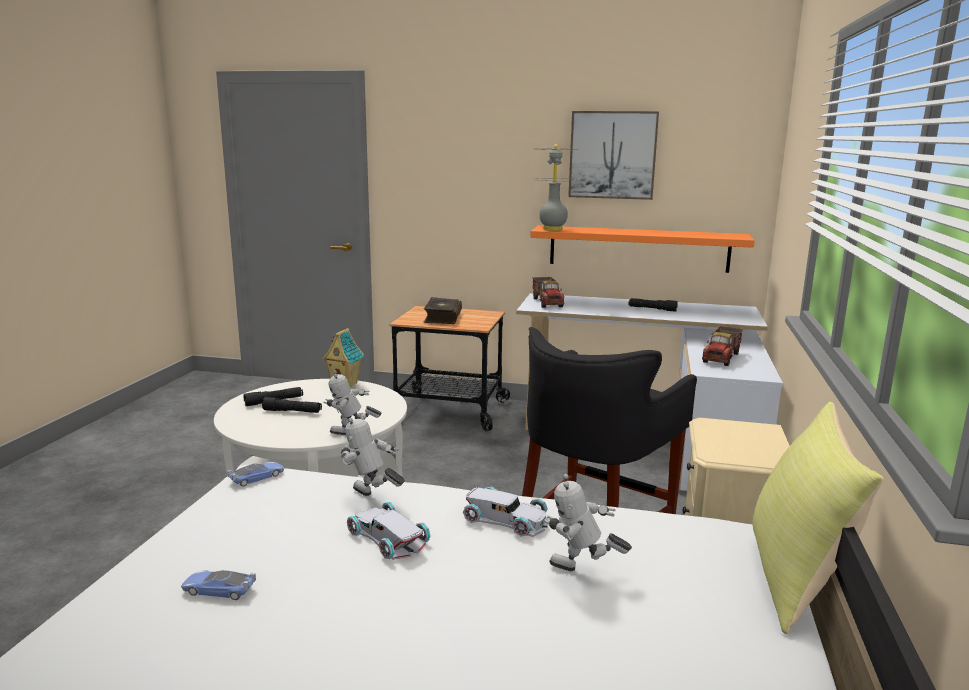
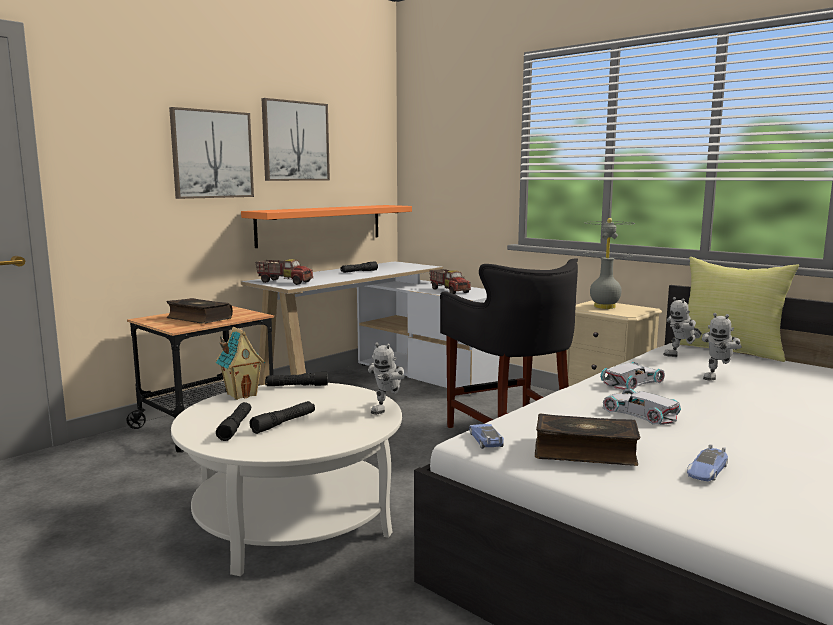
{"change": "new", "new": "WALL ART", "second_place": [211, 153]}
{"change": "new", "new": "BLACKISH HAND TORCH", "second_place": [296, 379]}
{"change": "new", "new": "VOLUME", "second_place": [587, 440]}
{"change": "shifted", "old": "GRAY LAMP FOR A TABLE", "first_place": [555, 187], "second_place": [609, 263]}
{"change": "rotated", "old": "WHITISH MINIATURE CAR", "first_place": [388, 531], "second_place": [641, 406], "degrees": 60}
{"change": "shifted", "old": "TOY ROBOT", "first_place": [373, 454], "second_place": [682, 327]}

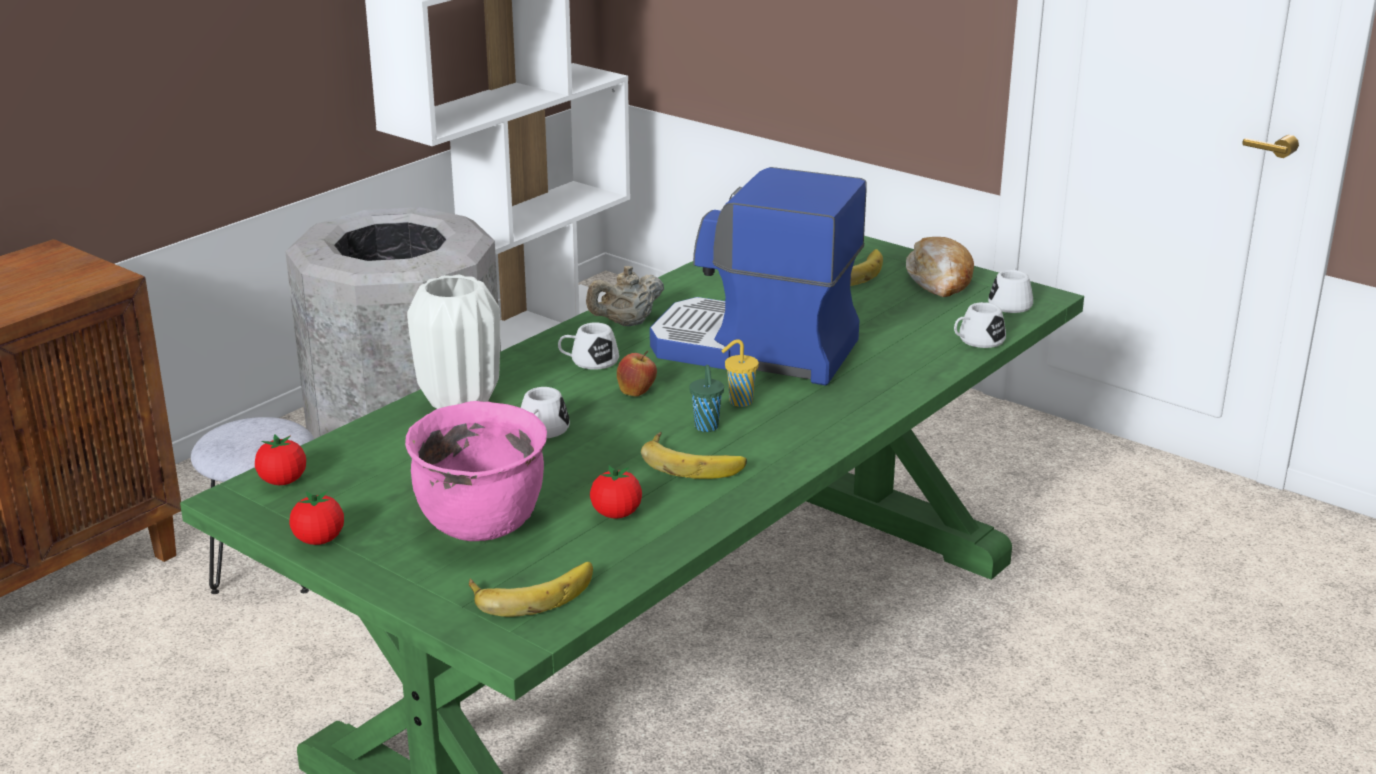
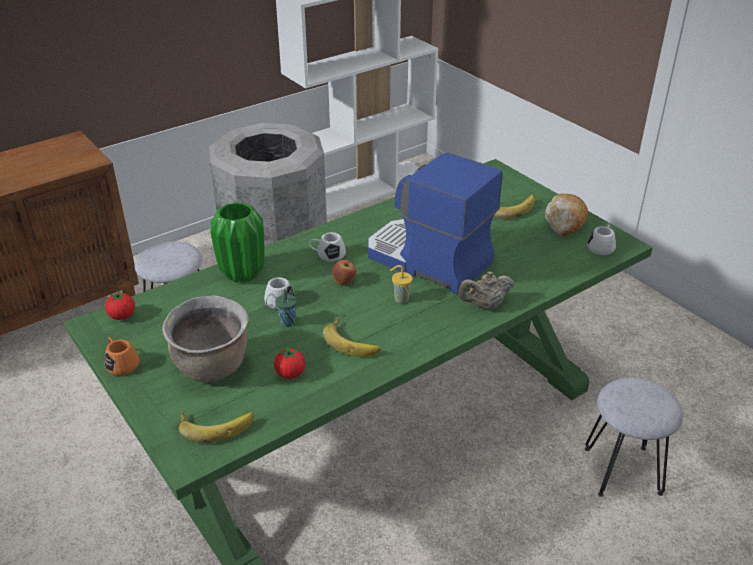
{"change": "swapped", "old": "WHOLE TOMATO", "new": "ORANGE MUG", "first_place": [316, 518], "second_place": [122, 356]}
{"change": "repainted", "old": "PINK-COLOURED COOKING POT", "new": "BROWNISH COOKING POT", "first_place": [476, 471], "second_place": [205, 338]}
{"change": "repainted", "old": "WHITISH DECORATIVE VASE", "new": "GREEN-COLOURED DECORATIVE VASE", "first_place": [453, 342], "second_place": [237, 242]}
{"change": "shifted", "old": "GREEN-COLOURED SMALL CUP", "first_place": [706, 398], "second_place": [286, 308]}
{"change": "shifted", "old": "BEIGE TEA POT", "first_place": [625, 296], "second_place": [486, 290]}
{"change": "new", "new": "GRAY SITTING STOOL", "second_place": [634, 437]}
{"change": "gone", "old": "WHITISH MUG", "first_place": [980, 325]}

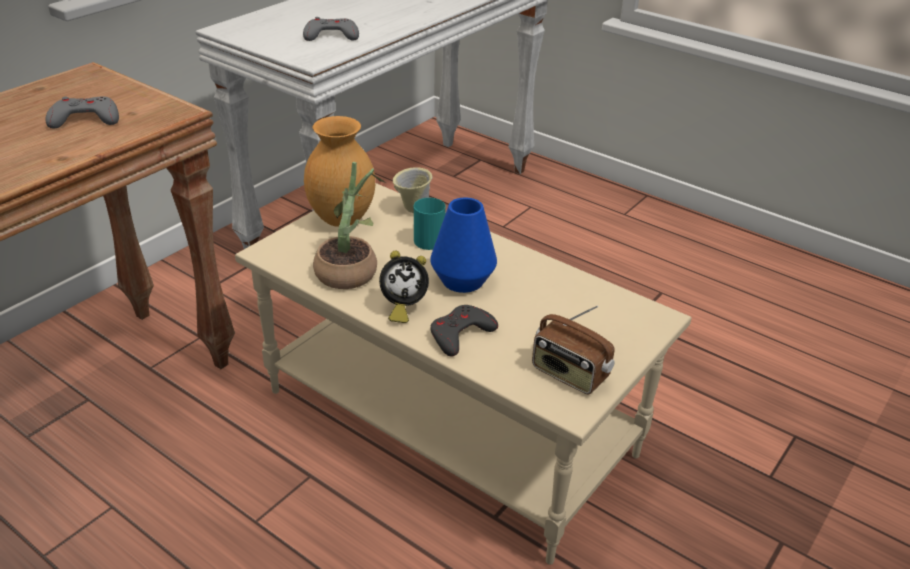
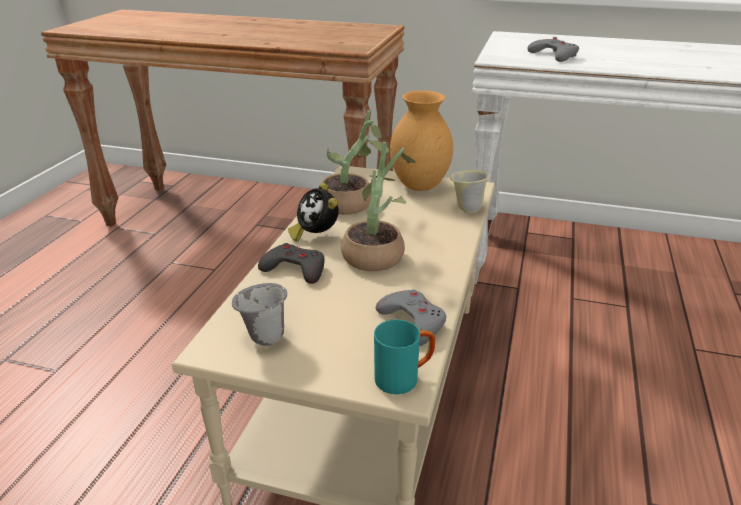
{"change": "swapped", "old": "RADIO SET", "new": "GRAY MUG", "first_place": [573, 349], "second_place": [259, 314]}
{"change": "swapped", "old": "BLUE-COLOURED DECORATIVE VASE", "new": "HOUSEPLANT", "first_place": [463, 245], "second_place": [378, 206]}
{"change": "shifted", "old": "BLUE-GREEN MUG", "first_place": [430, 224], "second_place": [404, 356]}
{"change": "shifted", "old": "GRAY GAME CONTROLLER", "first_place": [82, 112], "second_place": [411, 318]}

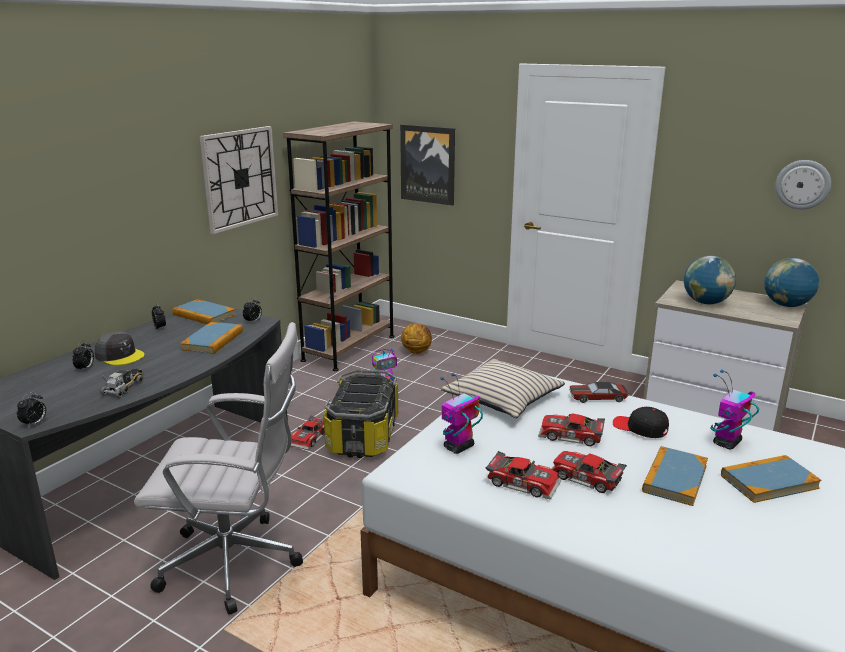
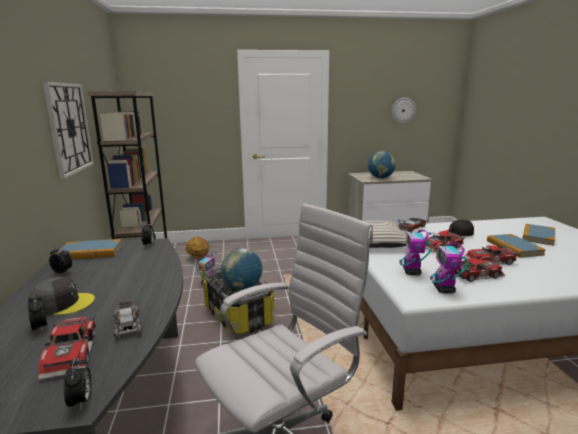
{"change": "shifted", "old": "MINIATURE CAR", "first_place": [308, 432], "second_place": [67, 347]}
{"change": "shifted", "old": "WORLD GLOBE", "first_place": [791, 282], "second_place": [241, 268]}
{"change": "shifted", "old": "TOY ROBOT", "first_place": [735, 409], "second_place": [449, 263]}
{"change": "gone", "old": "VOLUME", "first_place": [211, 338]}
{"change": "gone", "old": "WALL ART", "first_place": [427, 165]}

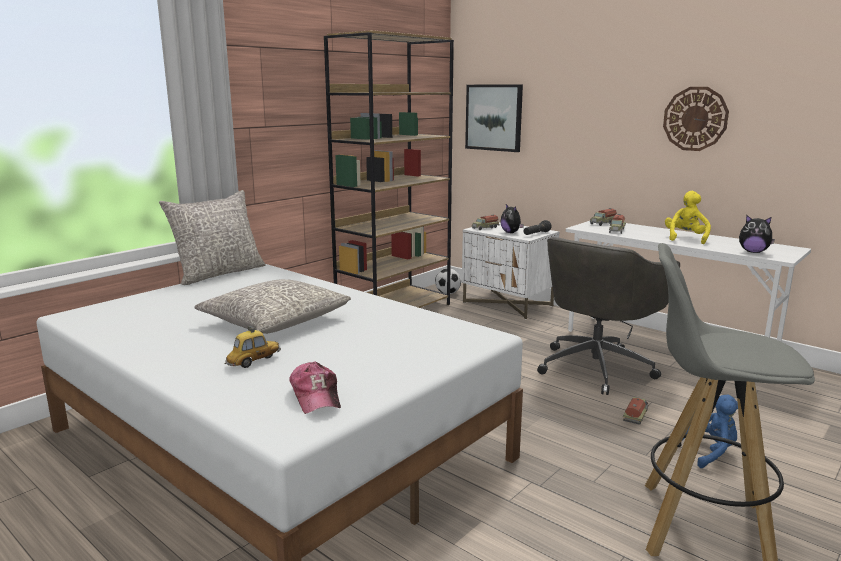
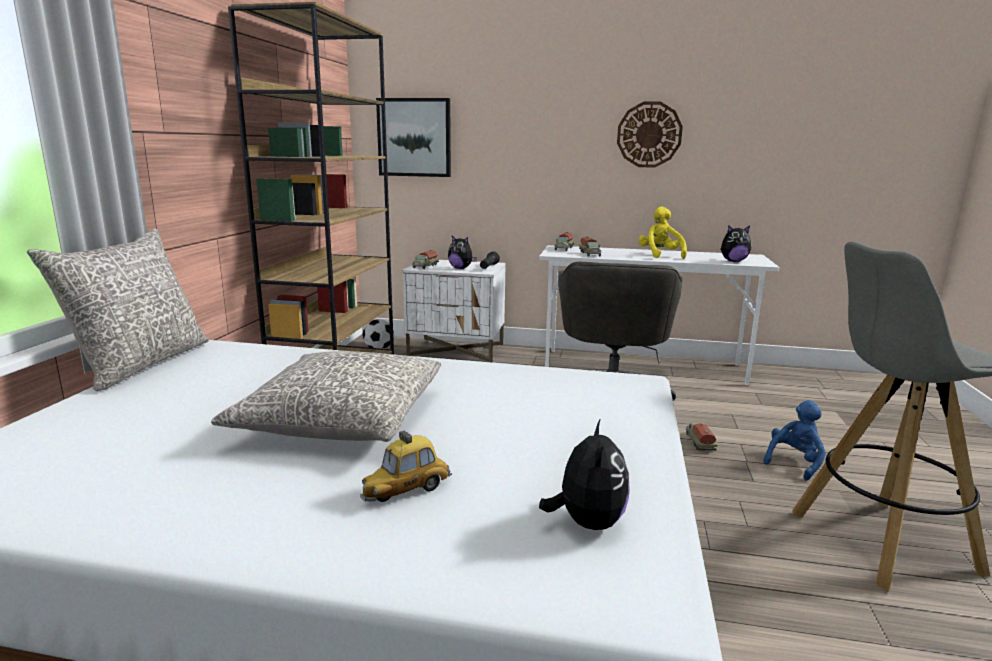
{"change": "rotated", "old": "MINIATURE CAR", "first_place": [252, 347], "second_place": [406, 466], "degrees": -150}
{"change": "swapped", "old": "PEAKED CAP", "new": "SOFT TOY", "first_place": [315, 387], "second_place": [584, 474]}

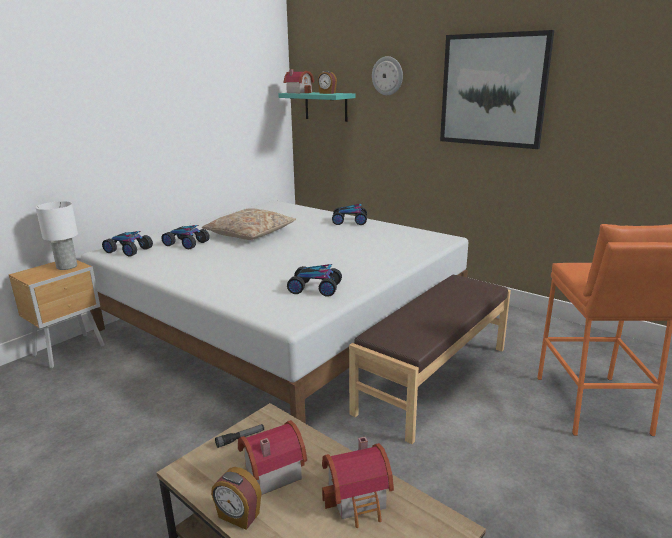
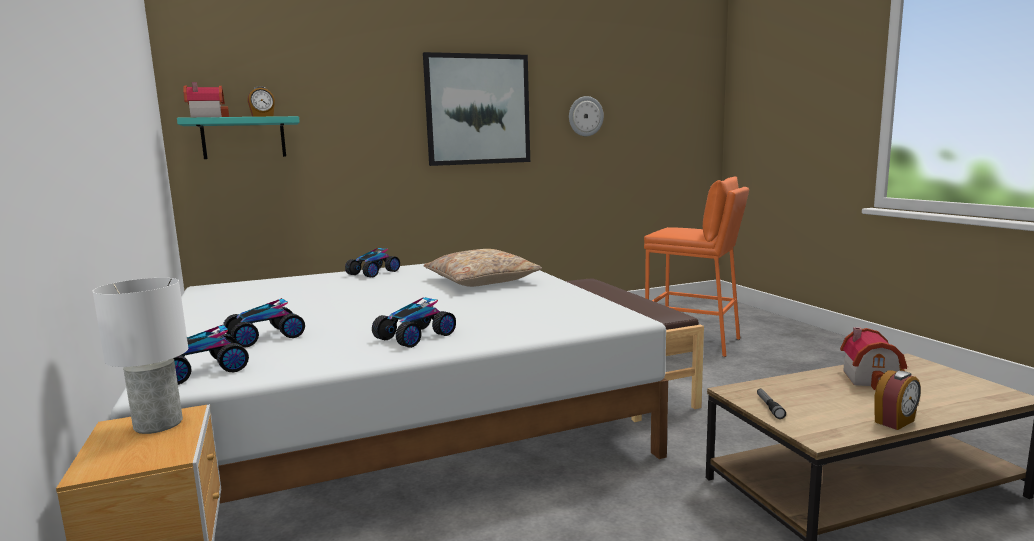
{"change": "shifted", "old": "MINIATURE CAR", "first_place": [314, 280], "second_place": [414, 322]}
{"change": "shifted", "old": "BEIGE PILLOW", "first_place": [249, 224], "second_place": [483, 268]}
{"change": "shifted", "old": "CLOCK ON THE WALL", "first_place": [387, 75], "second_place": [586, 116]}
{"change": "gone", "old": "MINIATURE HOUSE", "first_place": [272, 457]}

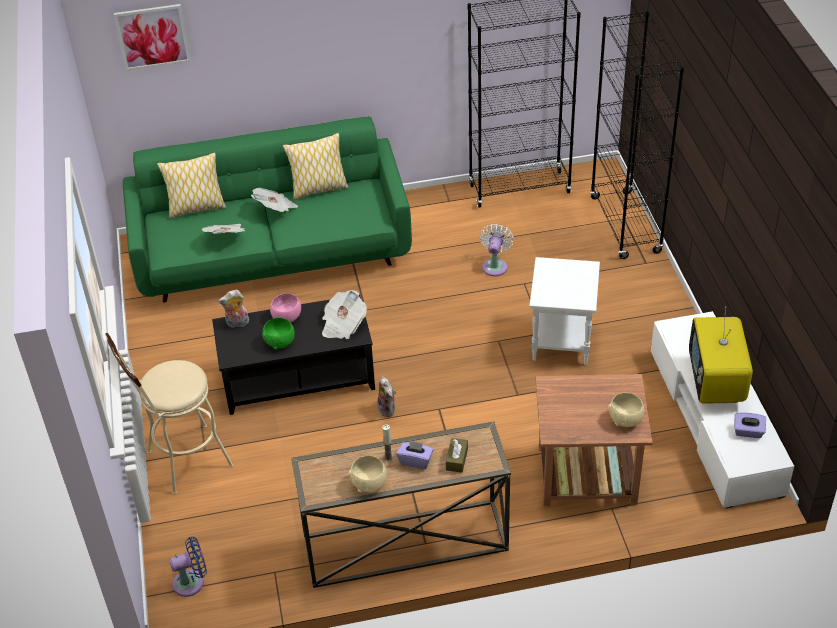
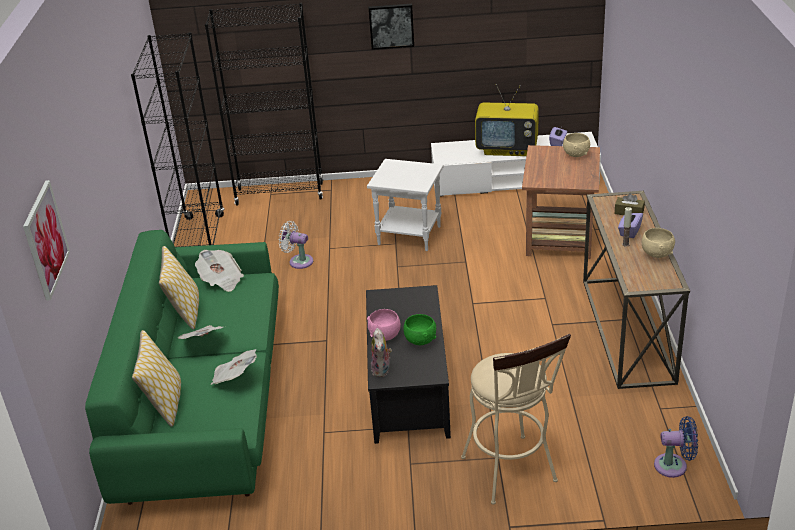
{"change": "shifted", "old": "DAILY PAPER", "first_place": [344, 314], "second_place": [219, 271]}
{"change": "new", "new": "WALL ART", "second_place": [391, 27]}
{"change": "rotated", "old": "BLUE-COLOURED COOLING FAN", "first_place": [188, 567], "second_place": [676, 447], "degrees": 105}
{"change": "gone", "old": "SOFT TOY", "first_place": [386, 396]}

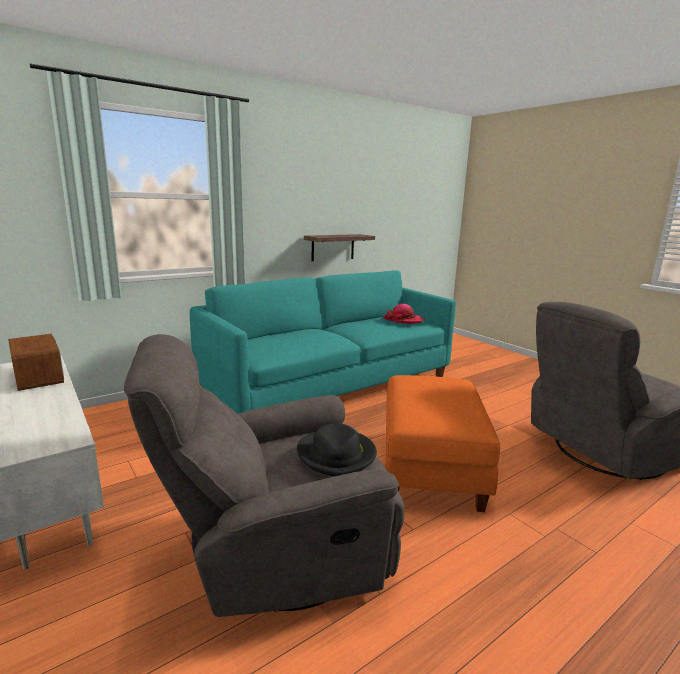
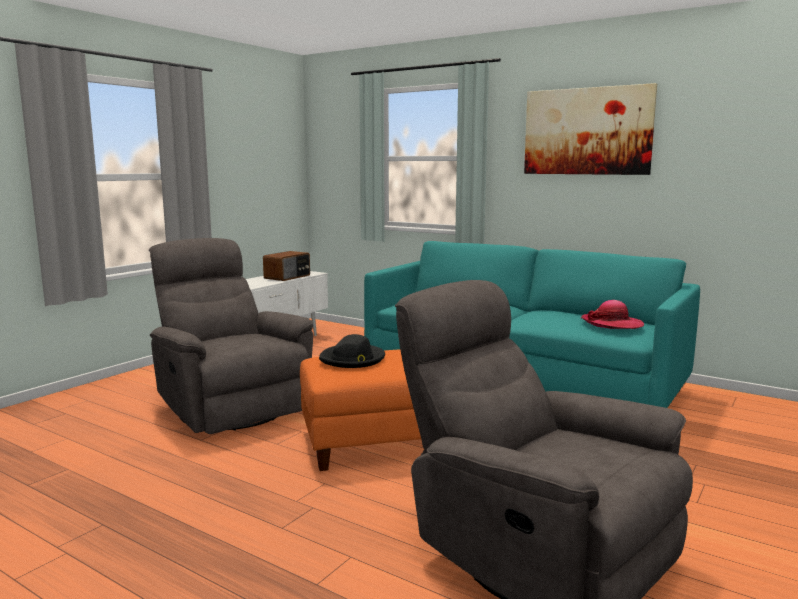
{"change": "shifted", "old": "BLACKISH HAT", "first_place": [337, 450], "second_place": [352, 351]}
{"change": "new", "new": "WALL ART", "second_place": [590, 129]}
{"change": "gone", "old": "SHELF", "first_place": [339, 247]}

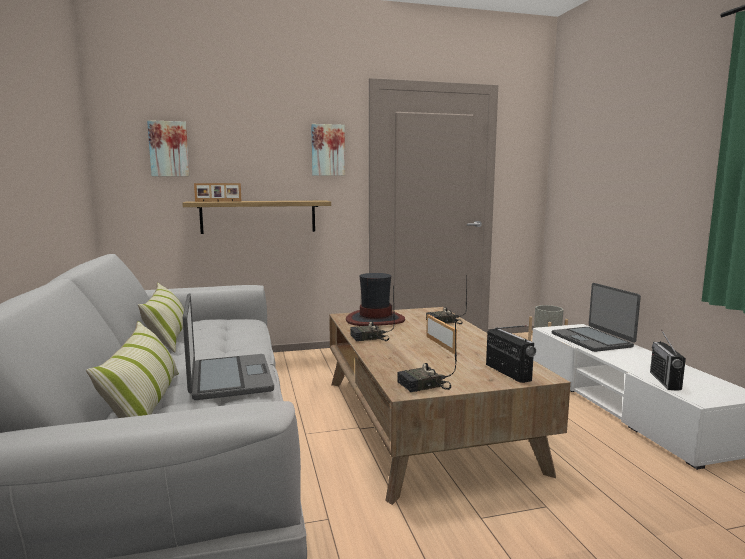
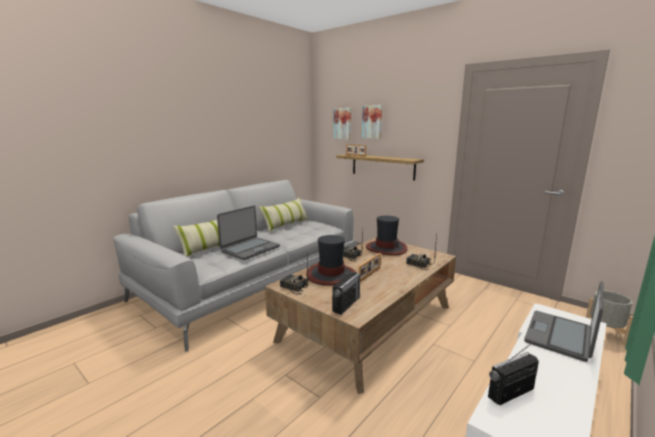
{"change": "new", "new": "HAT", "second_place": [331, 260]}
{"change": "shifted", "old": "WALL ART", "first_place": [328, 150], "second_place": [372, 122]}

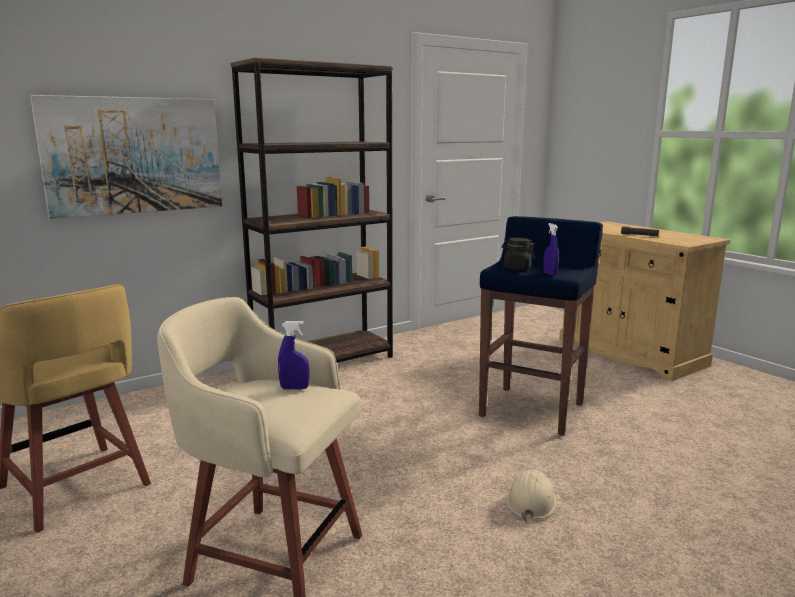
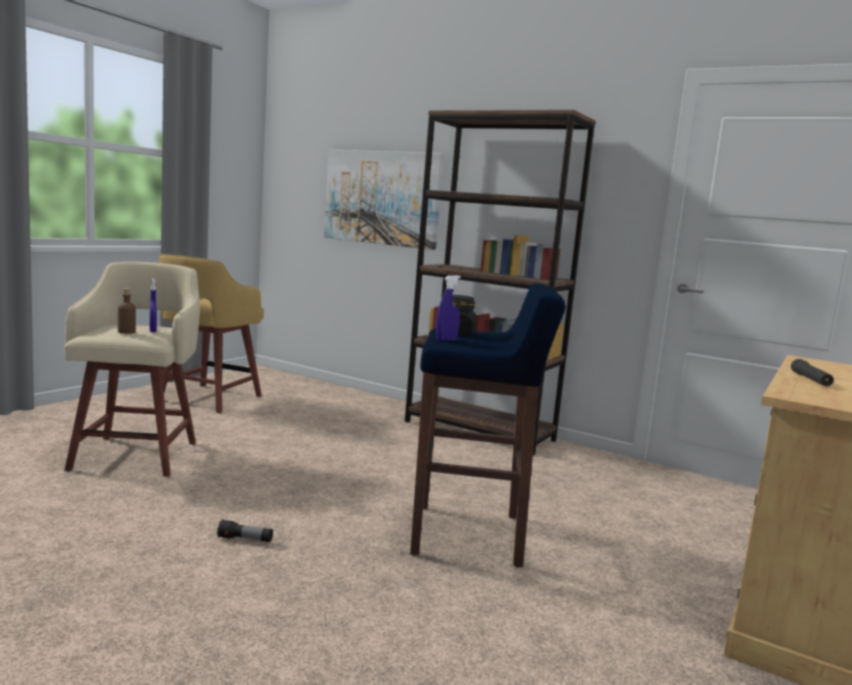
{"change": "new", "new": "BROWNISH BEVERAGE BOTTLE", "second_place": [127, 311]}
{"change": "swapped", "old": "BEIGE HARD HAT", "new": "HAND TORCH", "first_place": [531, 495], "second_place": [245, 530]}

